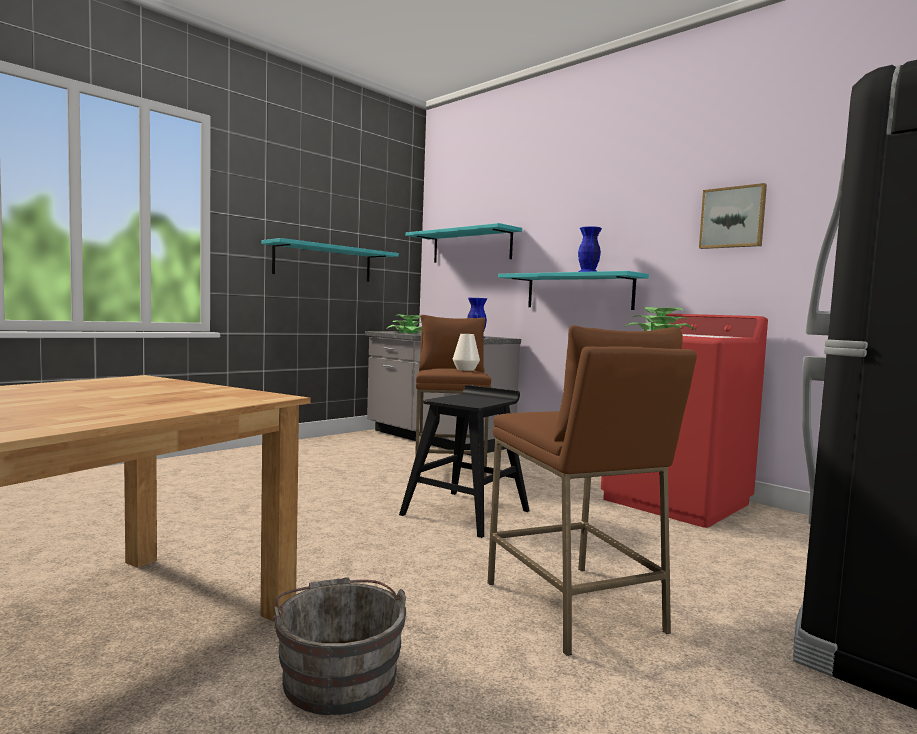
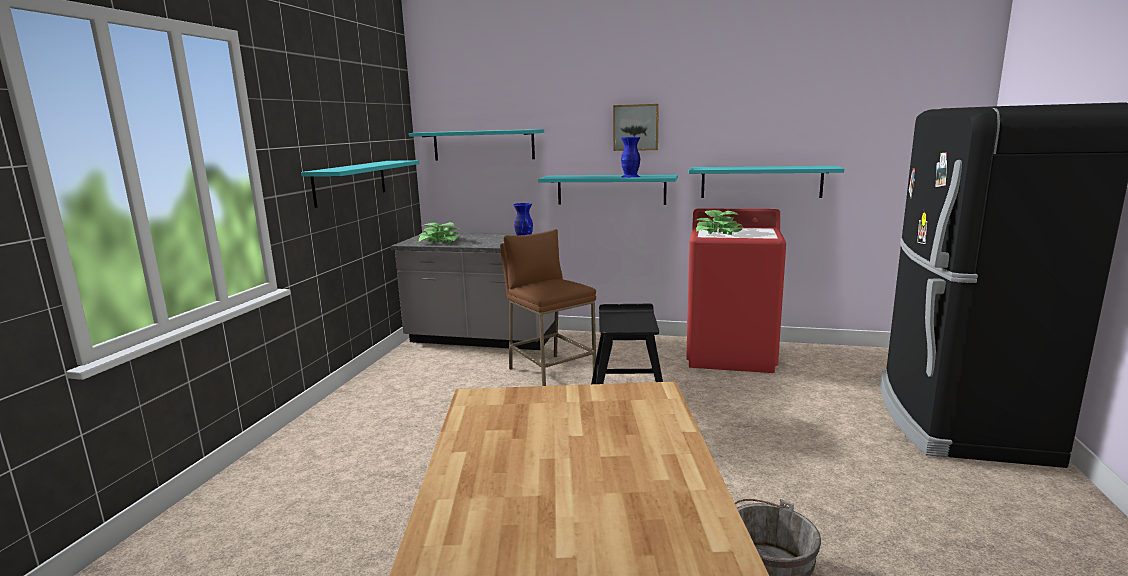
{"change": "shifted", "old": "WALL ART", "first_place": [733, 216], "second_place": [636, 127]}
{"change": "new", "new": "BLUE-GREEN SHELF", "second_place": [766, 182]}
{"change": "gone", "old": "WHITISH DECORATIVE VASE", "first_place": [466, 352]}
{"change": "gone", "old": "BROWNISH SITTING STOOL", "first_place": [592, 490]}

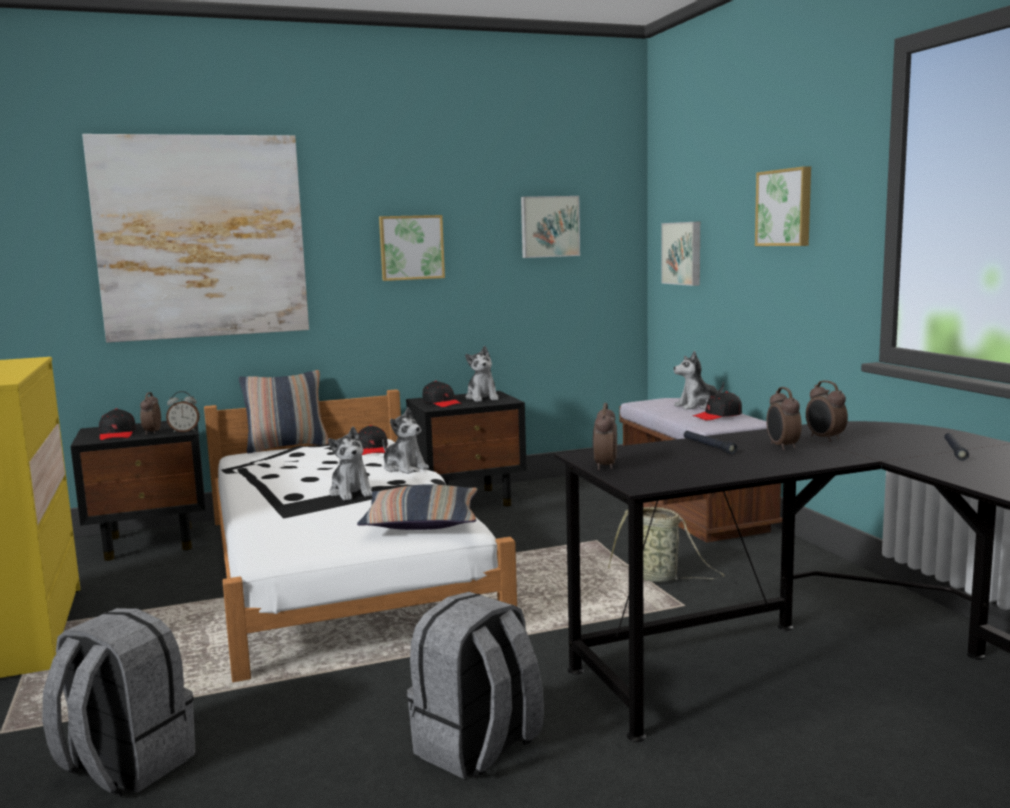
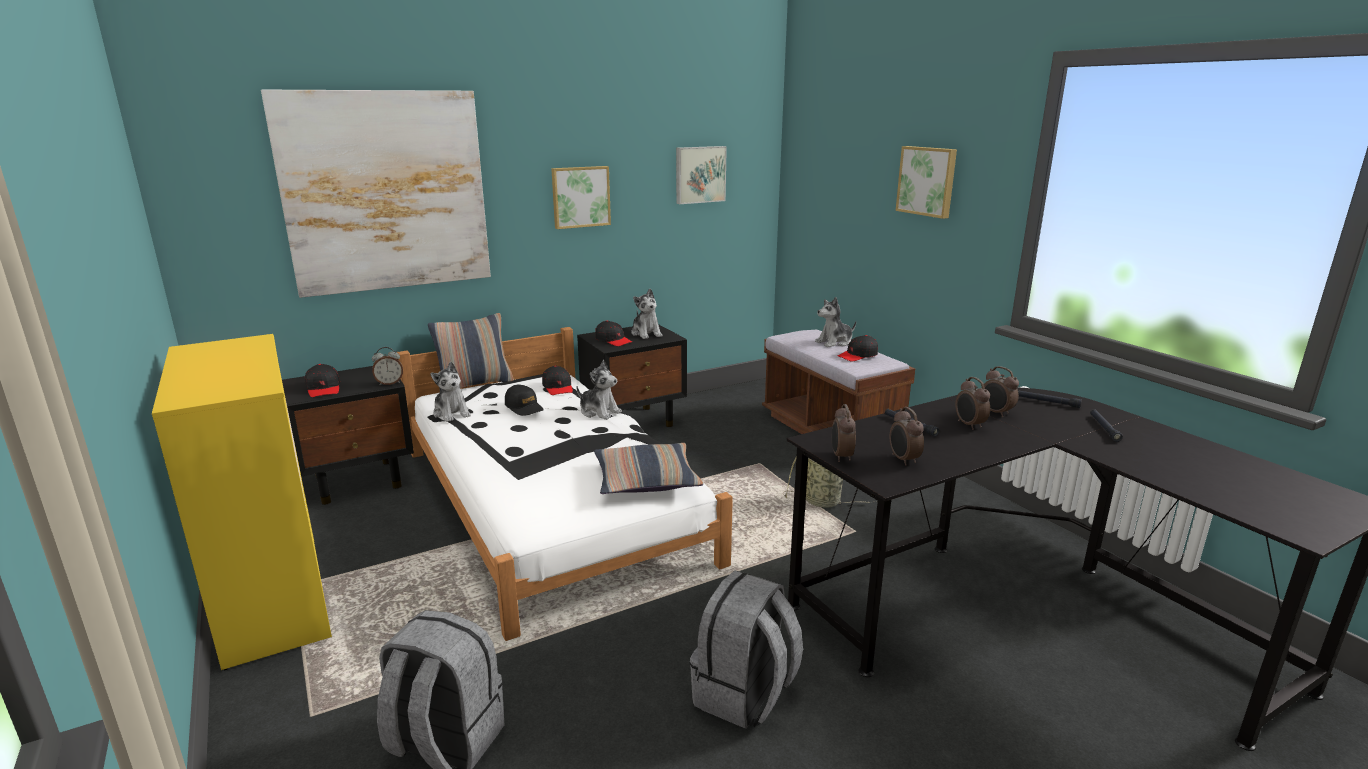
{"change": "shifted", "old": "SOFT TOY", "first_place": [350, 464], "second_place": [450, 392]}
{"change": "new", "new": "BLACKISH PEAKED CAP", "second_place": [524, 400]}
{"change": "shifted", "old": "TABLE CLOCK", "first_place": [150, 413], "second_place": [907, 436]}
{"change": "new", "new": "BLACKISH HAND TORCH", "second_place": [1050, 399]}
{"change": "gone", "old": "WALL ART", "first_place": [680, 254]}

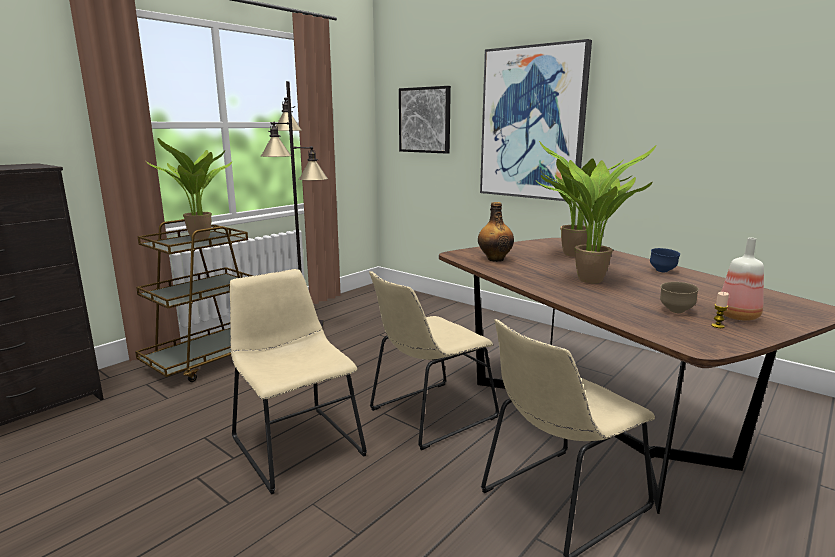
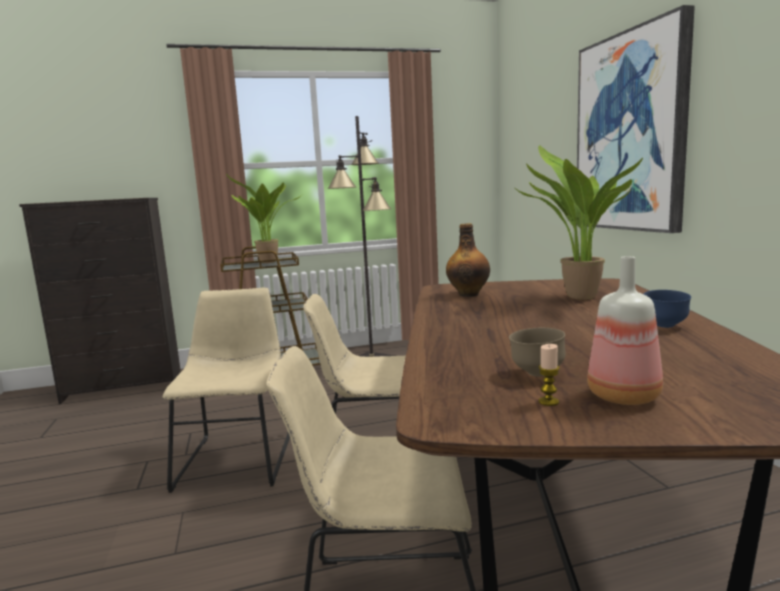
{"change": "gone", "old": "WALL ART", "first_place": [425, 120]}
{"change": "gone", "old": "HOUSEPLANT", "first_place": [596, 214]}

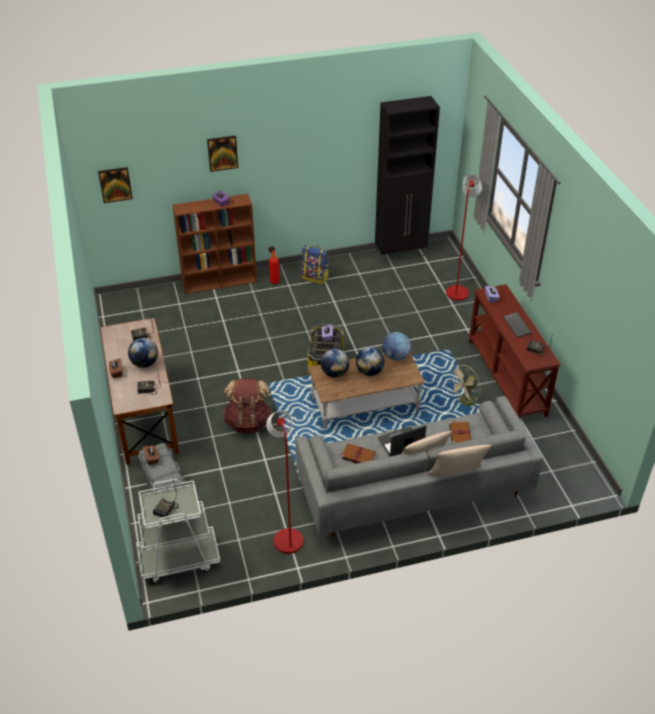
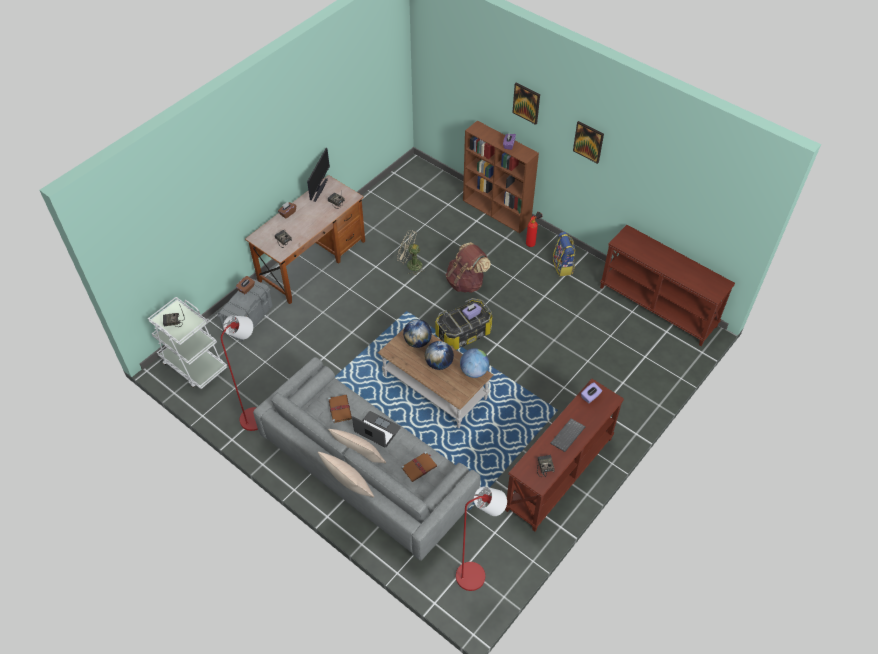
{"change": "new", "new": "MONITOR", "second_place": [318, 175]}
{"change": "shifted", "old": "BEIGE COOLING FAN", "first_place": [465, 387], "second_place": [411, 252]}
{"change": "shifted", "old": "BROWNISH KNAPSACK", "first_place": [247, 406], "second_place": [468, 267]}
{"change": "shifted", "old": "REDDISH FLOOR LAMP", "first_place": [464, 237], "second_place": [481, 538]}
{"change": "shifted", "old": "WALL ART", "first_place": [115, 185], "second_place": [588, 142]}
{"change": "swapped", "old": "BLACKISH CABINET", "new": "BROWNISH HALL TABLE", "first_place": [407, 179], "second_place": [667, 285]}
{"change": "gone", "old": "WORLD GLOBE", "first_place": [143, 353]}

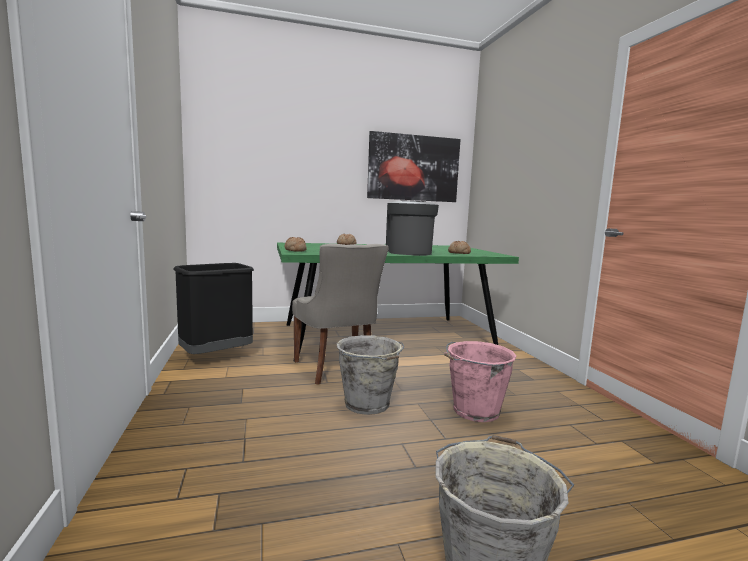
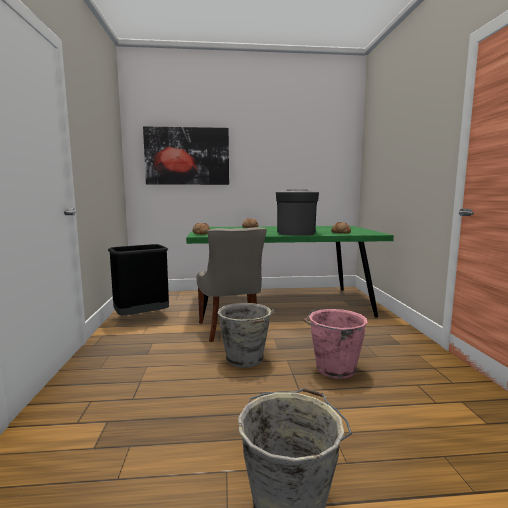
{"change": "shifted", "old": "WALL ART", "first_place": [414, 166], "second_place": [186, 155]}

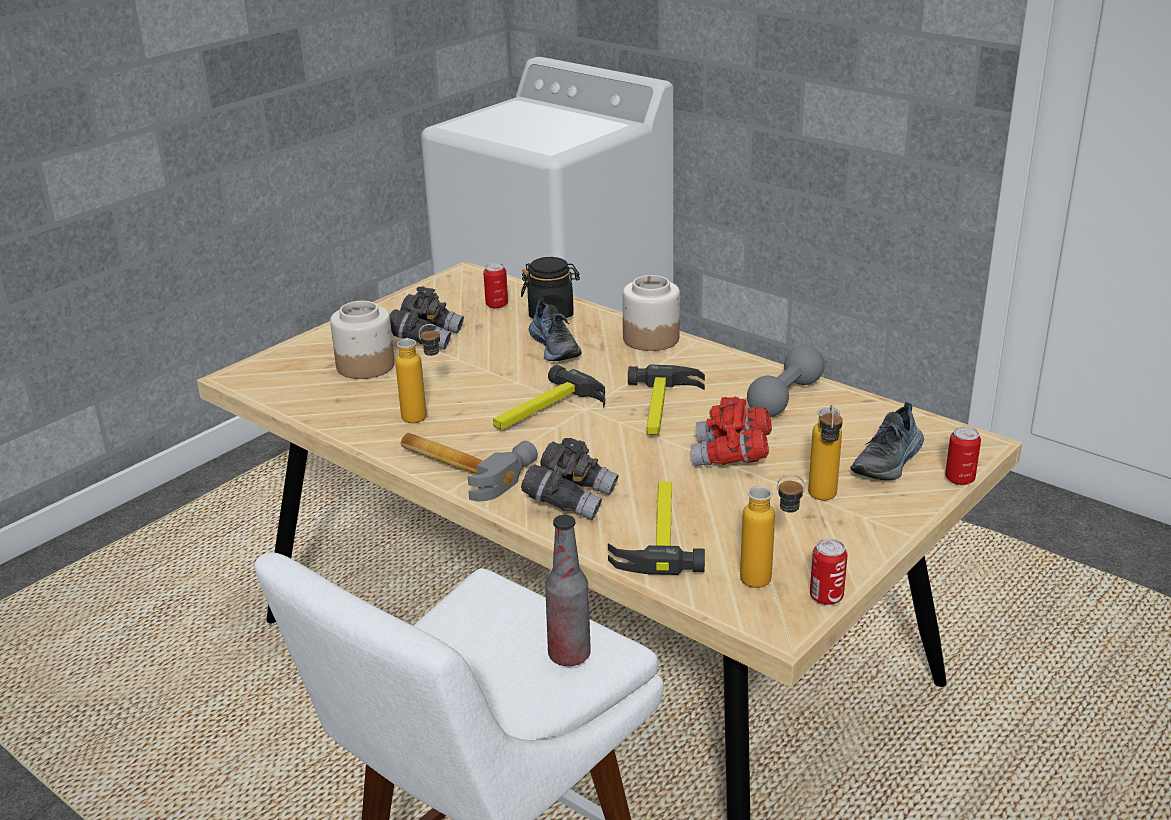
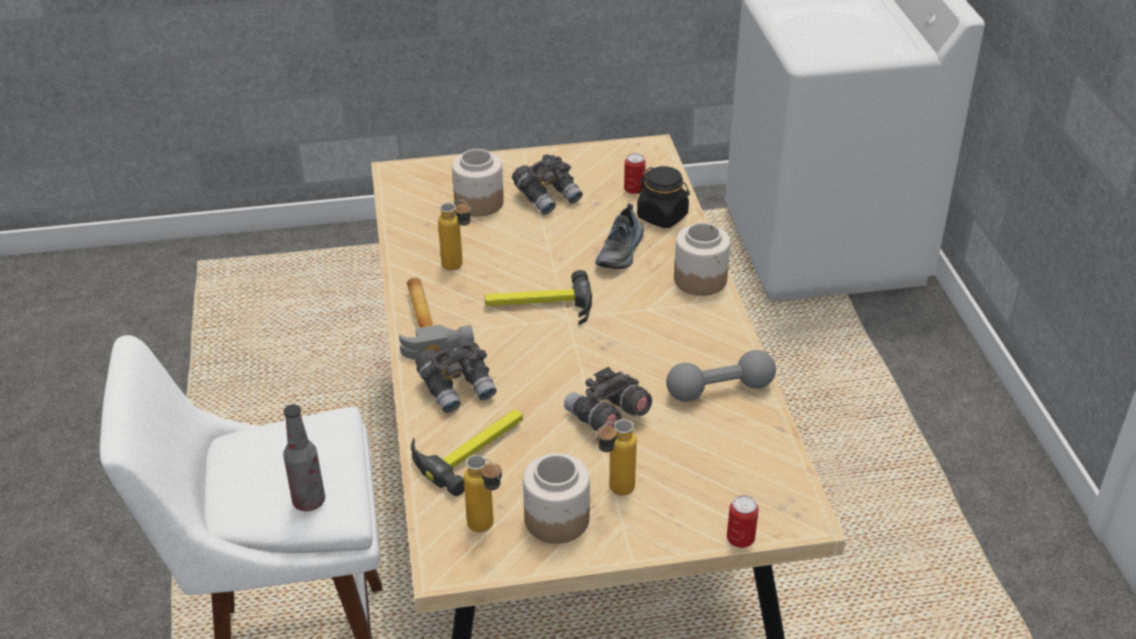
{"change": "new", "new": "STORAGE JAR", "second_place": [556, 498]}
{"change": "repainted", "old": "REDDISH PAIR OF BINOCULARS", "new": "GRAY PAIR OF BINOCULARS", "first_place": [731, 431], "second_place": [608, 399]}
{"change": "gone", "old": "HAMMER", "first_place": [666, 400]}
{"change": "gone", "old": "SEALED CAN", "first_place": [829, 572]}
{"change": "gone", "old": "SHOE", "first_place": [887, 441]}

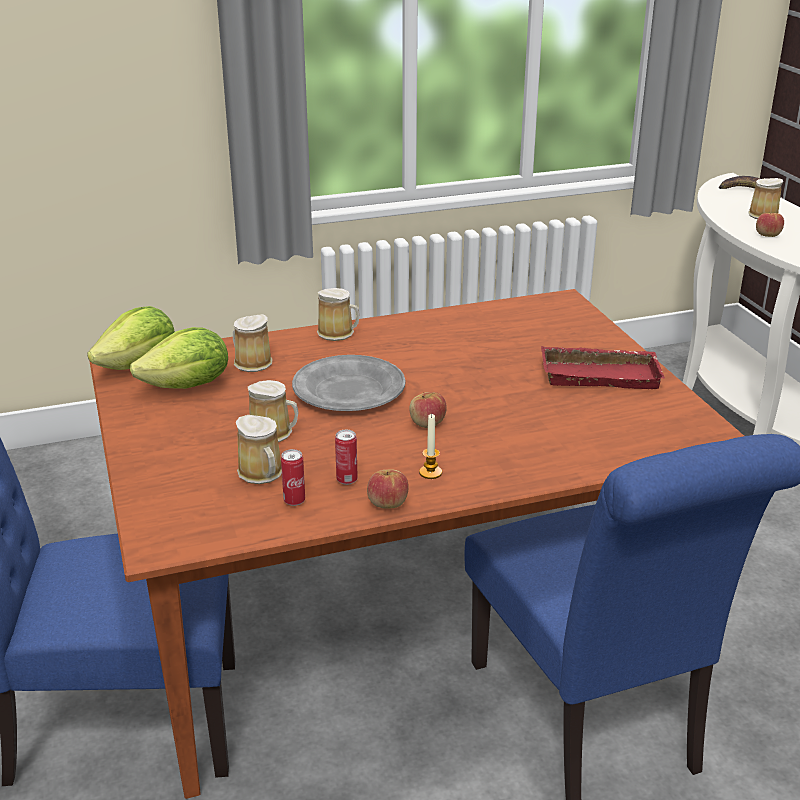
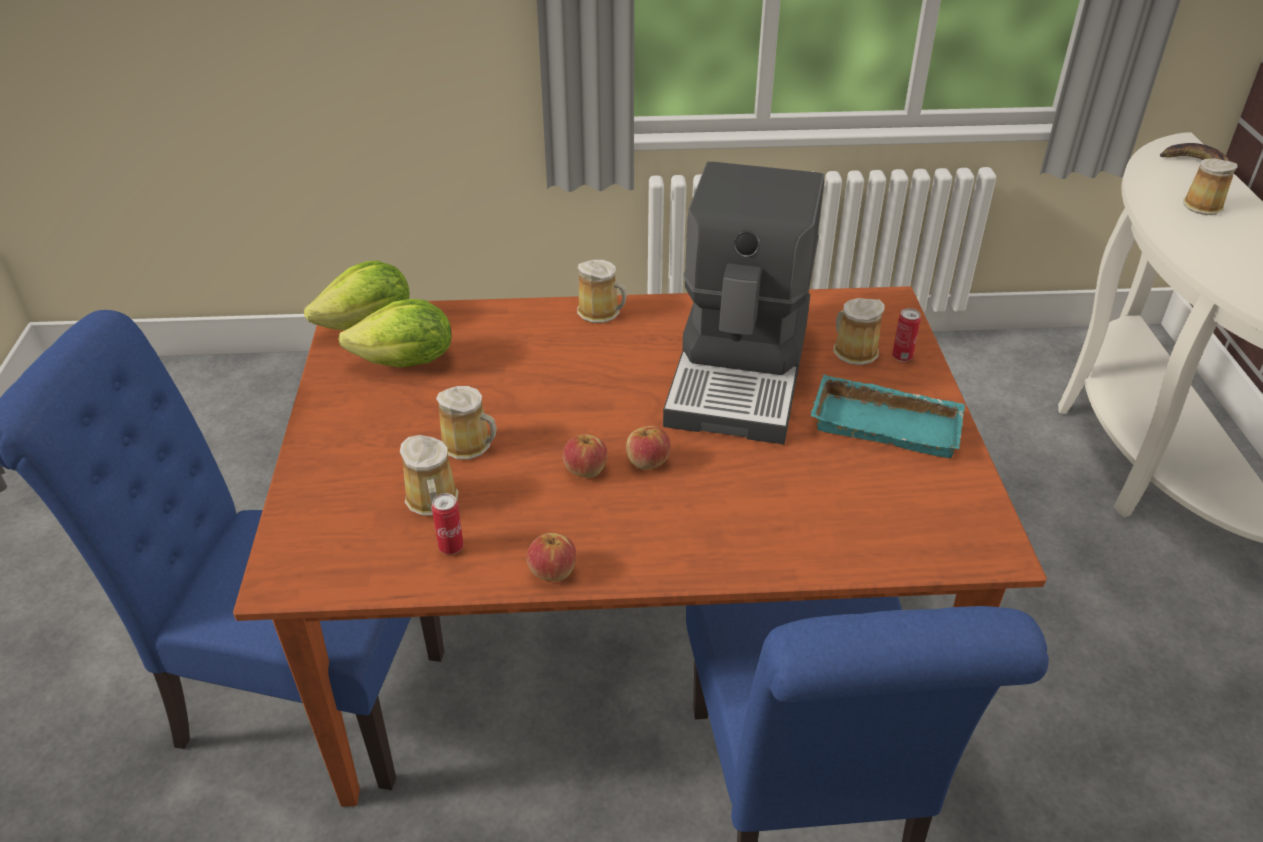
{"change": "shifted", "old": "APPLE", "first_place": [770, 225], "second_place": [585, 456]}
{"change": "new", "new": "COFFEE MAKER", "second_place": [743, 302]}
{"change": "repainted", "old": "REDDISH TRAY", "new": "BLUE-GREEN TRAY", "first_place": [603, 367], "second_place": [888, 416]}
{"change": "shifted", "old": "MUG", "first_place": [252, 343], "second_place": [858, 331]}
{"change": "shifted", "old": "SEALED CAN", "first_place": [346, 457], "second_place": [906, 335]}
{"change": "gone", "old": "GRAY FLAT DISH", "first_place": [349, 383]}
{"change": "gone", "old": "WAX CANDLE", "first_place": [430, 446]}

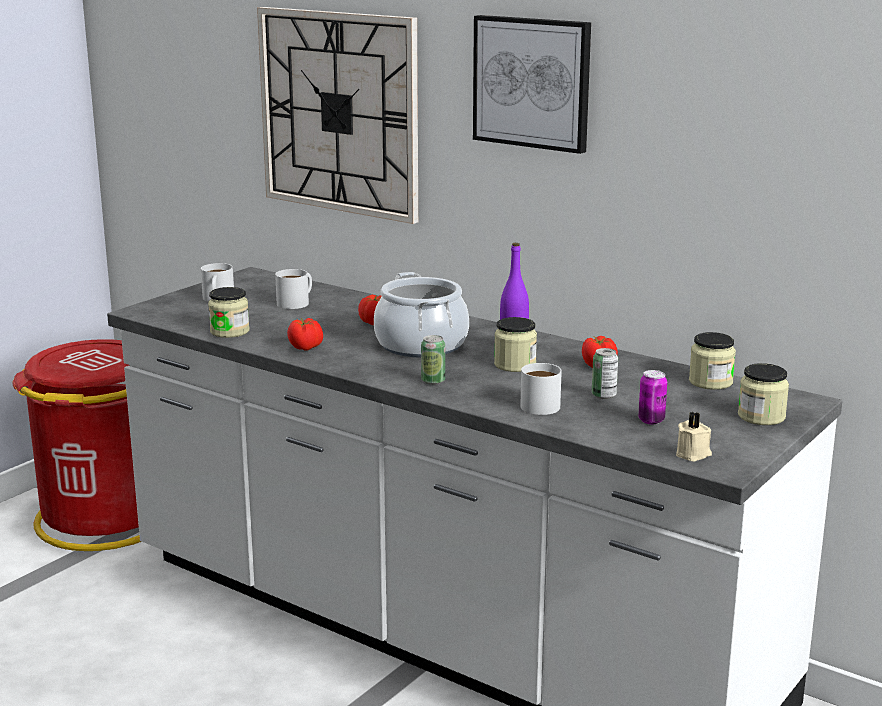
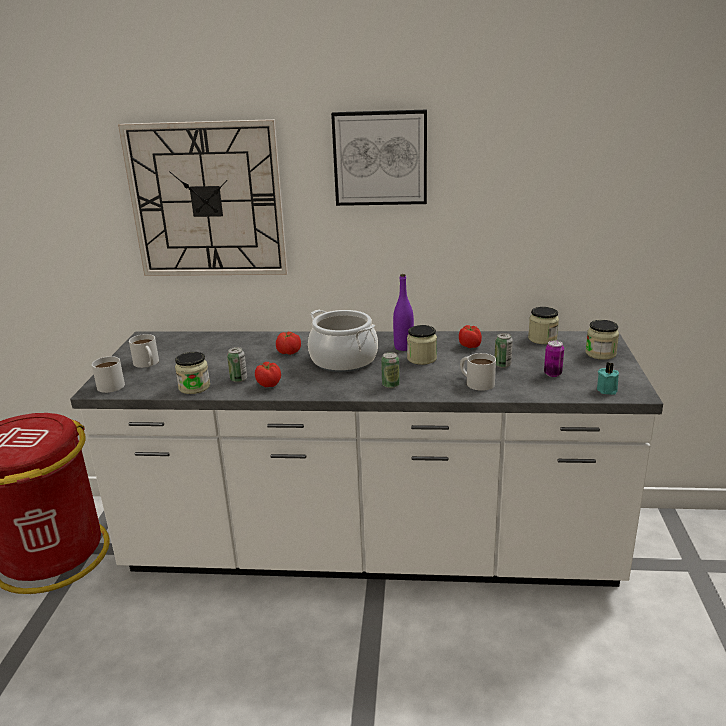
{"change": "shifted", "old": "WHITISH MUG", "first_place": [293, 289], "second_place": [108, 374]}
{"change": "new", "new": "SEALED CAN", "second_place": [237, 364]}
{"change": "repainted", "old": "BEIGE WAX CANDLE", "new": "BLUE-GREEN WAX CANDLE", "first_place": [694, 436], "second_place": [608, 378]}

